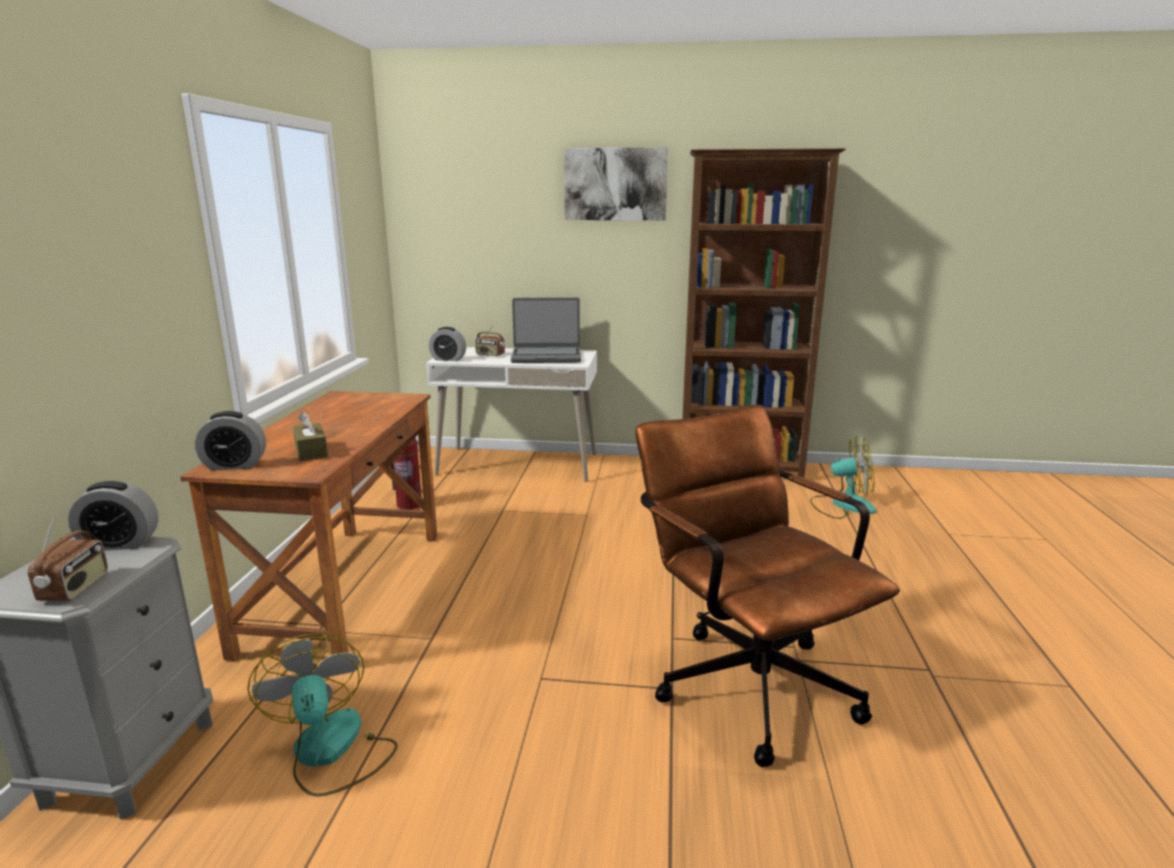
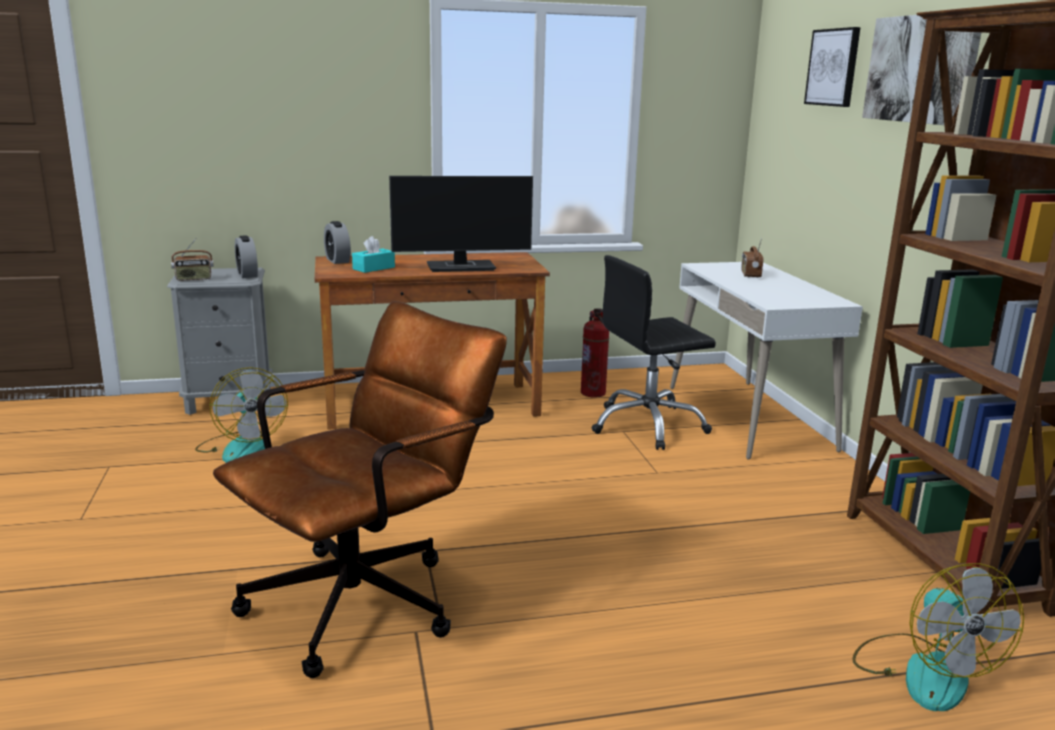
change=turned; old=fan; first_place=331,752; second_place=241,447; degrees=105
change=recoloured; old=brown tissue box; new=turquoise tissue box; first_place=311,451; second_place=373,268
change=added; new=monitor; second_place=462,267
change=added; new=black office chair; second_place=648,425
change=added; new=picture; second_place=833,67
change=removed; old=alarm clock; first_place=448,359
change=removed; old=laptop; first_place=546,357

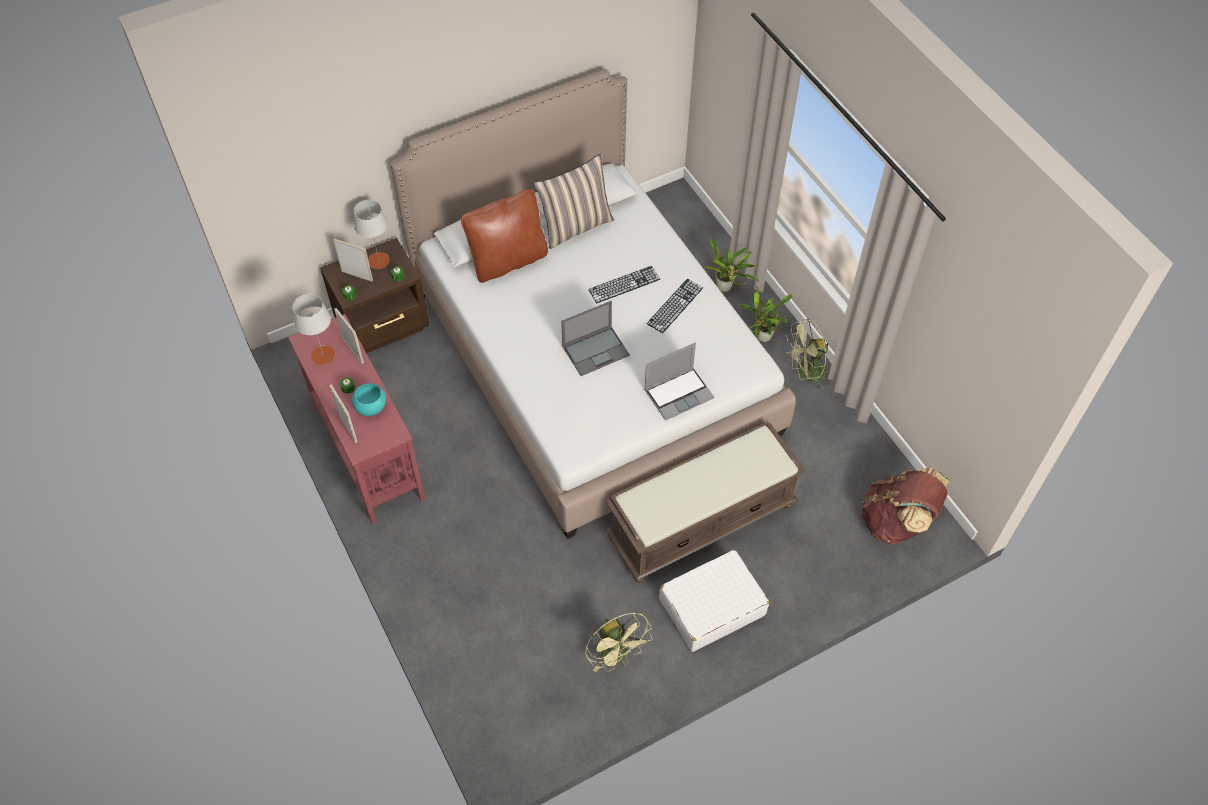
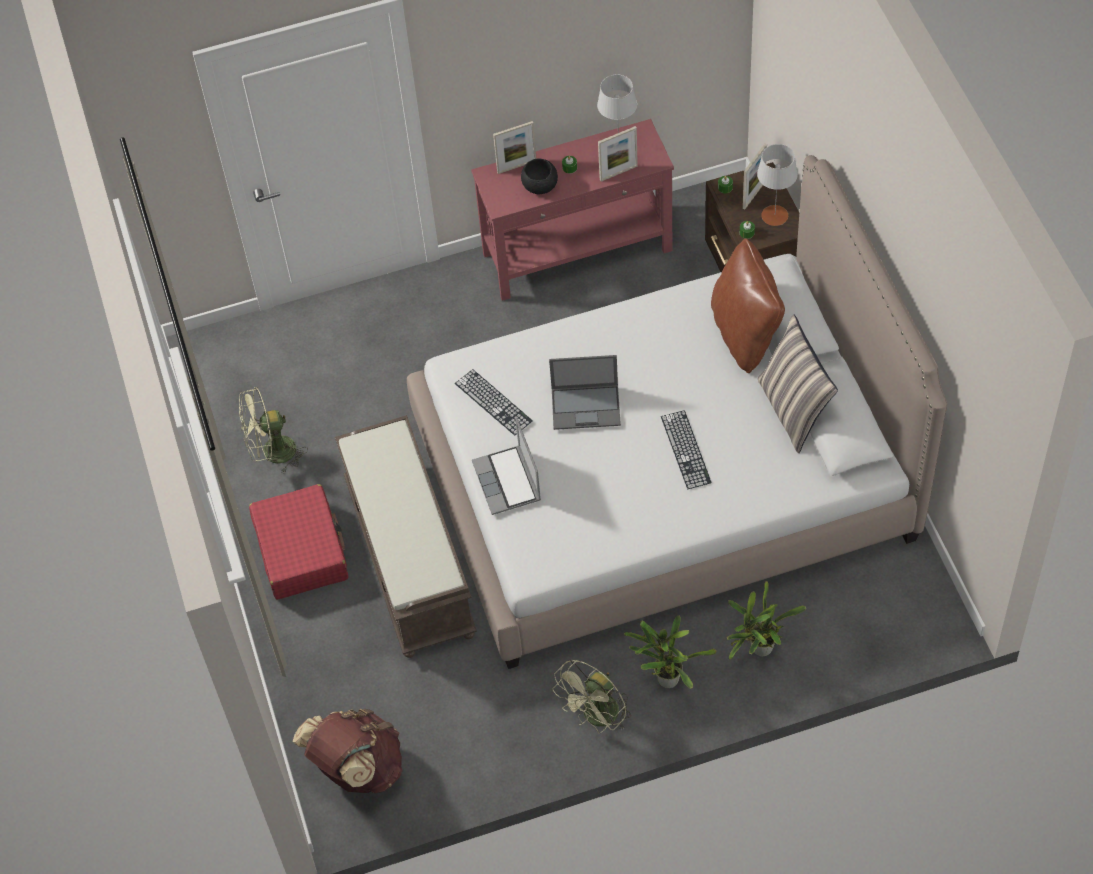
change=recoloured; old=white suitcase; new=red suitcase; first_place=711,607; second_place=301,550
change=moved; old=keyboard; first_place=675,305; second_place=493,402
change=recoloured; old=turquoise bowl; new=black bowl; first_place=371,407; second_place=539,186
change=turned; old=laptop; first_place=596,350; second_place=586,406; degrees=-75
change=turned; old=green fan; first_place=806,374; second_place=597,718; degrees=-135

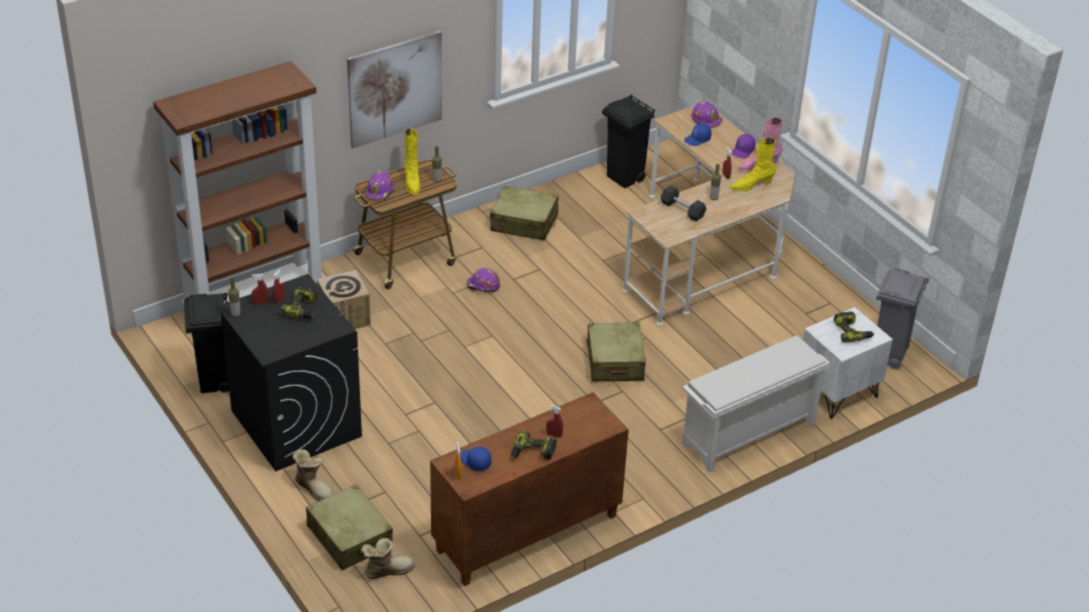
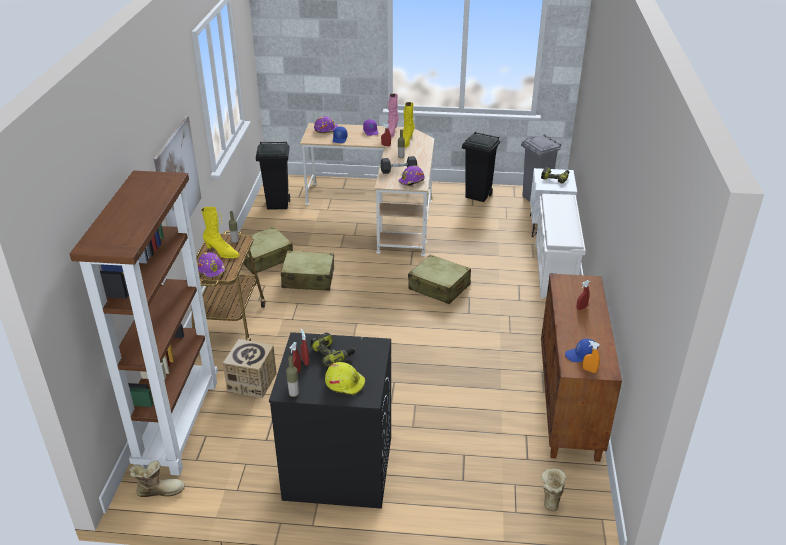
change=moved; old=boot; first_place=314,488; second_place=159,490
change=moved; old=beige suitcase; first_place=349,536; second_place=308,279
change=added; new=yellow hard hat; second_place=345,383
change=moved; old=purple hard hat; first_place=483,286; second_place=411,181
change=moved; old=black trash can; first_place=215,382; second_place=478,196
change=removed; old=power drill; first_place=532,452

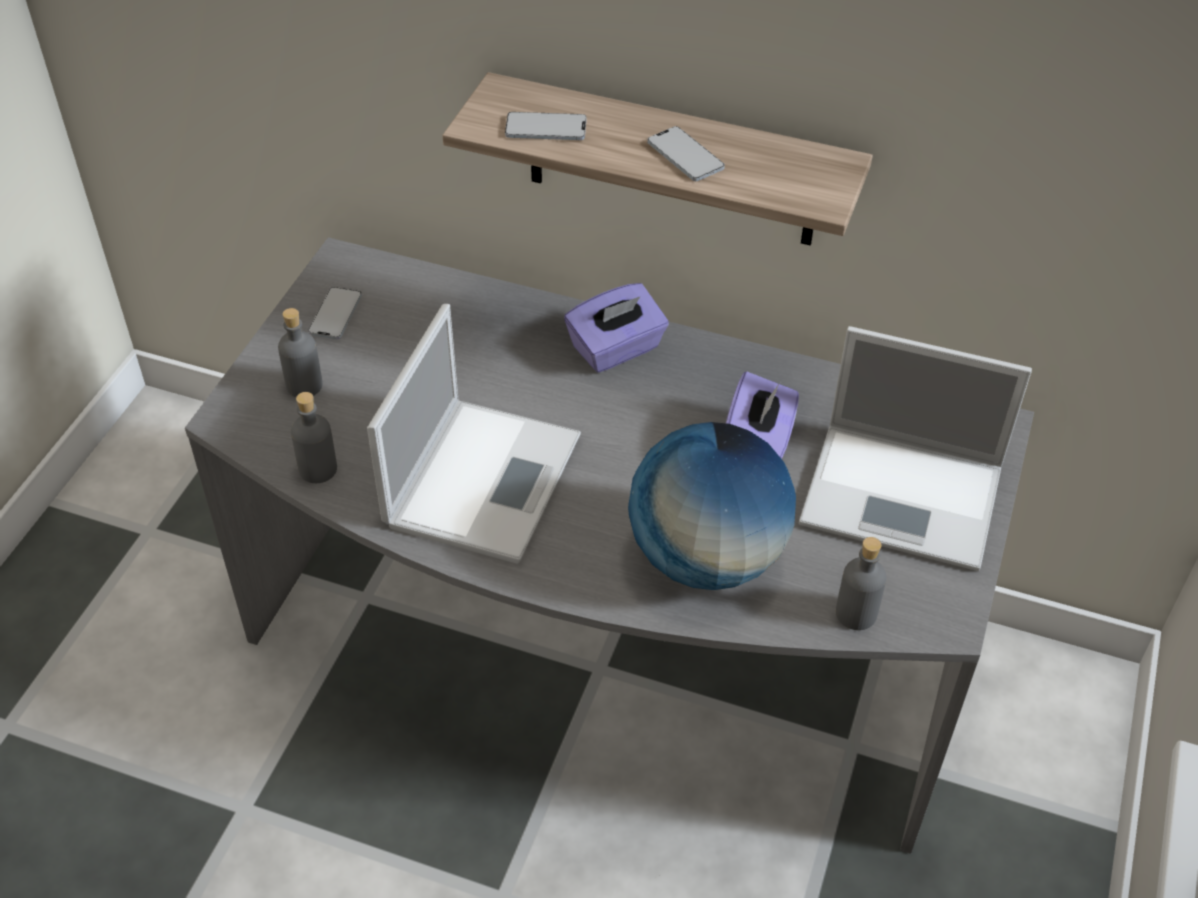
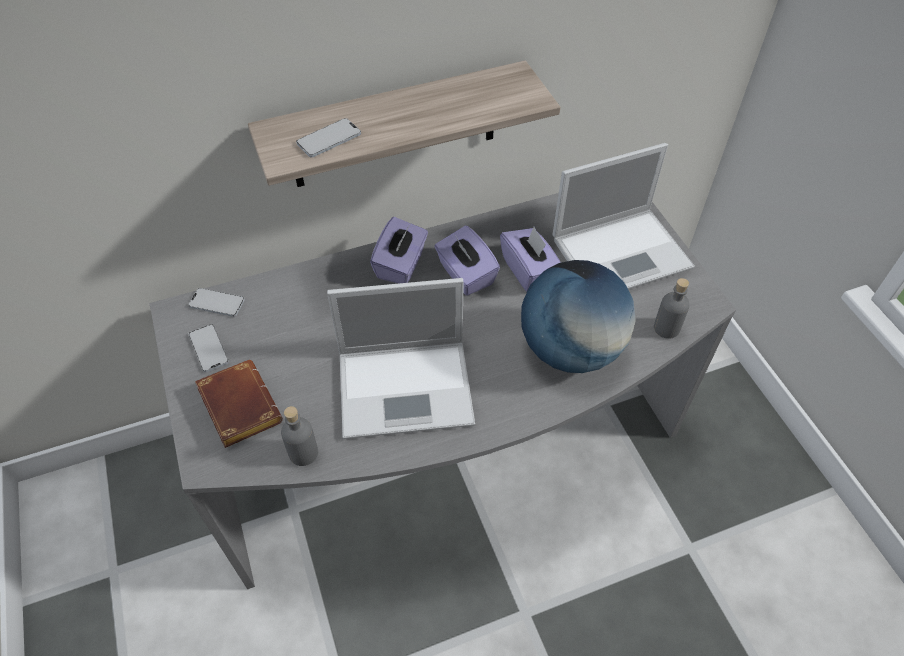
change=moved; old=phone; first_place=685,155; second_place=217,303
change=replaced; old=grey bottle; new=brown book; first_place=304,385; second_place=237,406
change=turned; old=laptop; first_place=484,477; second_place=408,387; degrees=105
change=added; new=purple tissue box; second_place=465,275

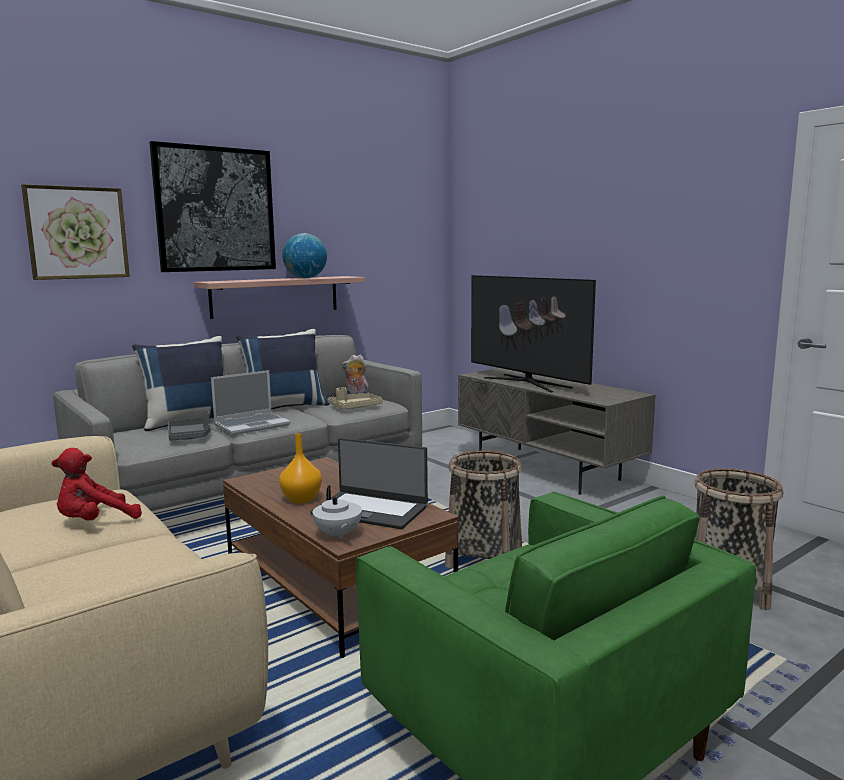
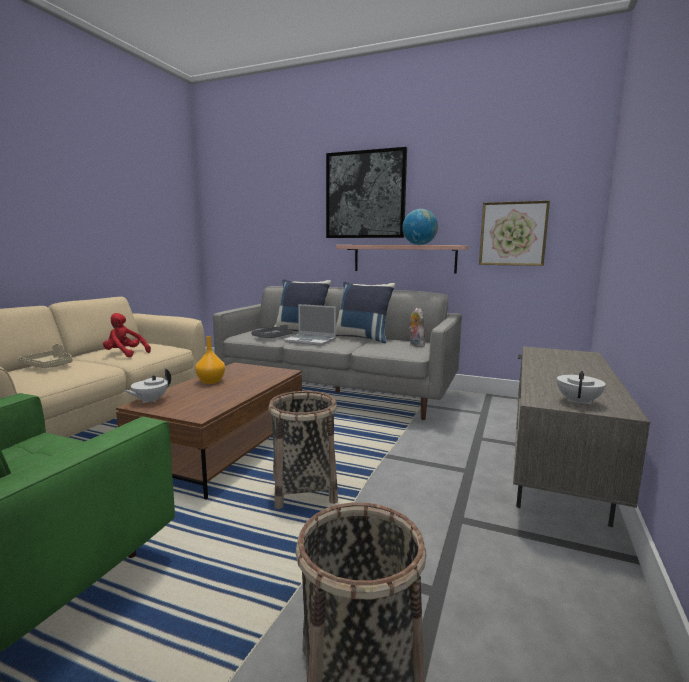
change=moved; old=beige tray; first_place=355,407; second_place=49,366
change=moved; old=picture; first_place=77,233; second_place=513,234
change=added; new=white teapot; second_place=578,402
change=removed; old=laptop; first_place=370,510
change=removed; old=television; first_place=526,382

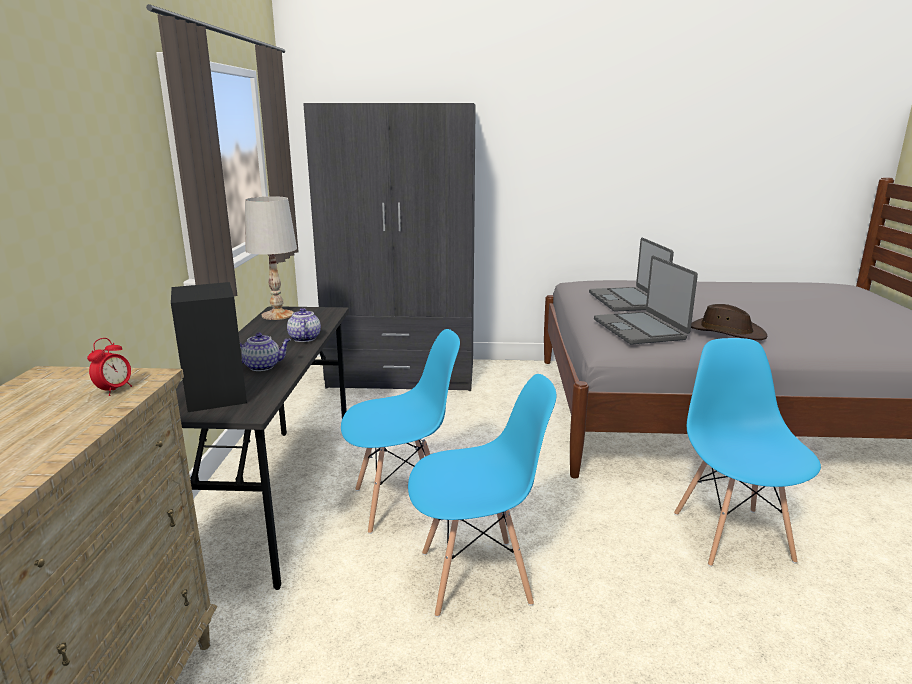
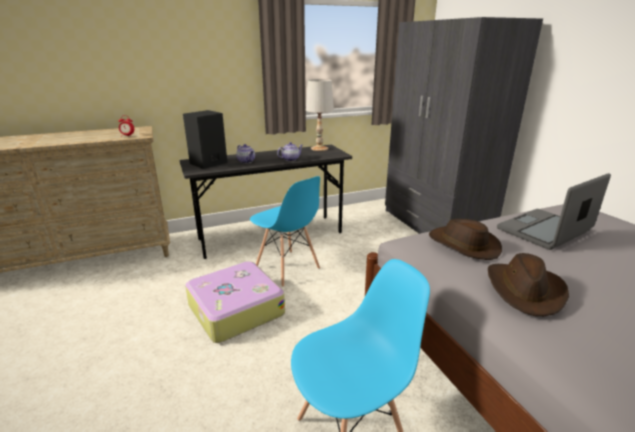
change=replaced; old=blue chair; new=suitcase; first_place=476,577; second_place=235,309
change=replaced; old=laptop; new=brown hat; first_place=640,329; second_place=463,245

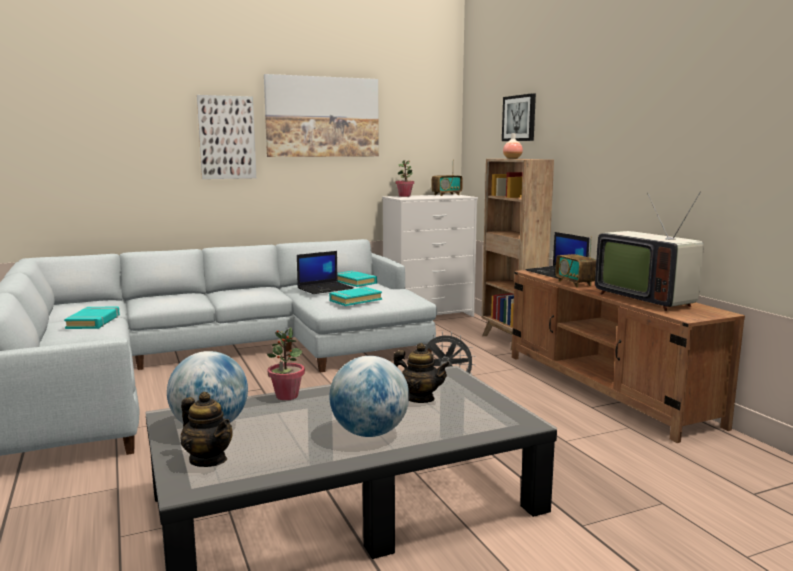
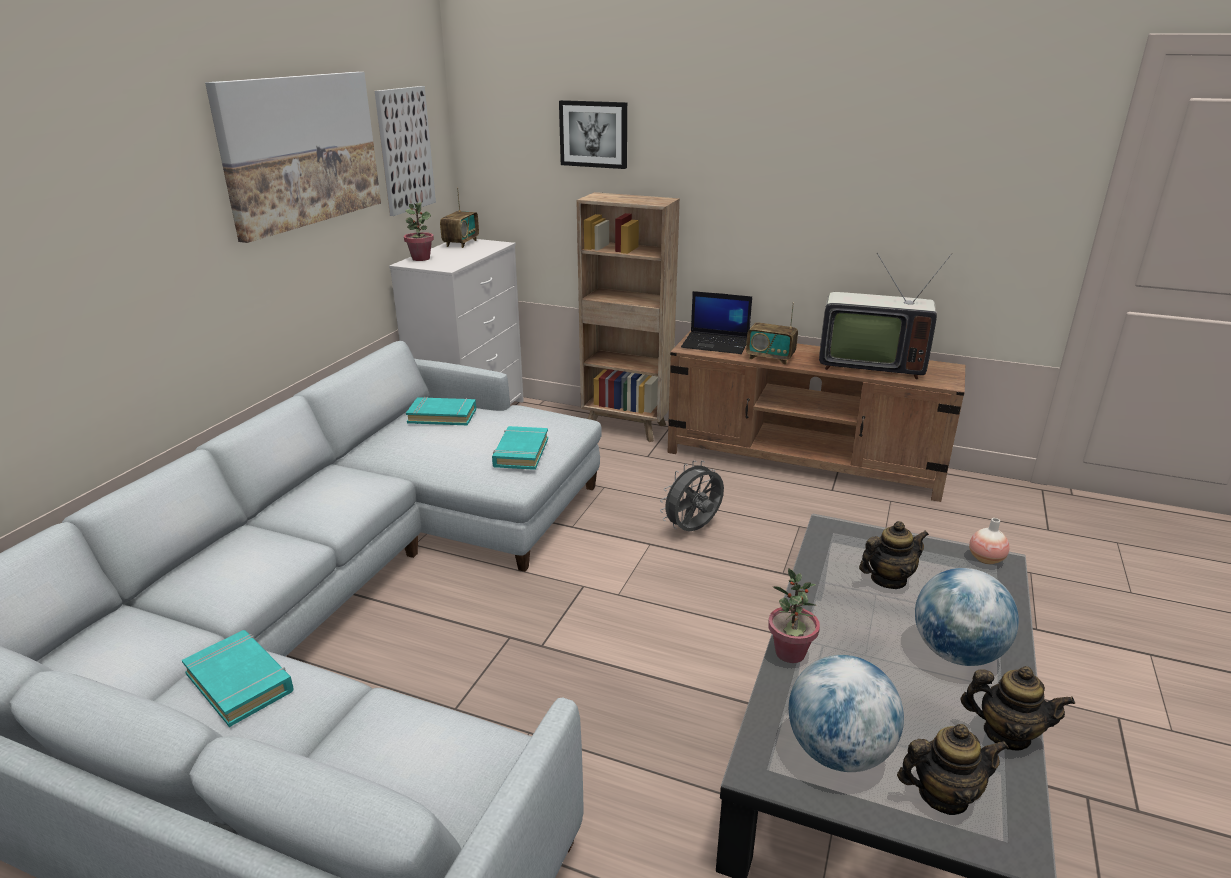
change=moved; old=picture; first_place=227,137; second_place=405,150
change=added; new=teapot; second_place=1006,734
change=moved; old=vase; first_place=512,158; second_place=985,559
change=removed; old=laptop; first_place=325,288

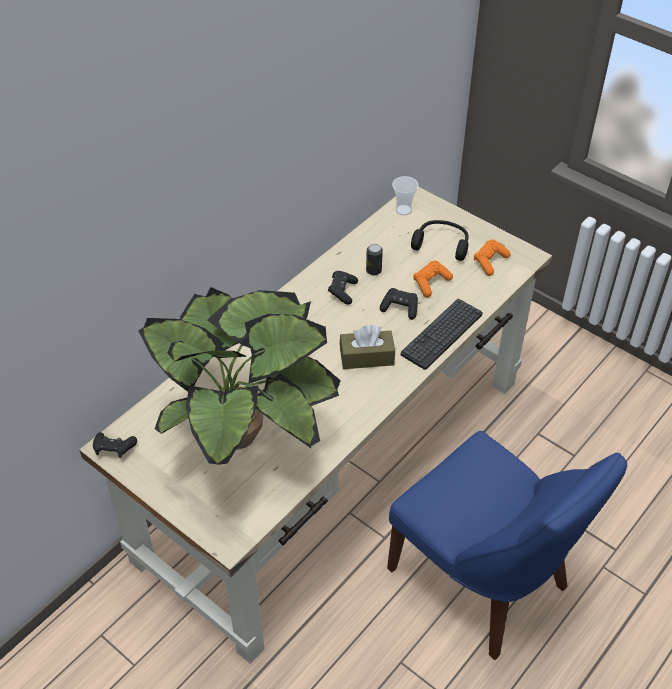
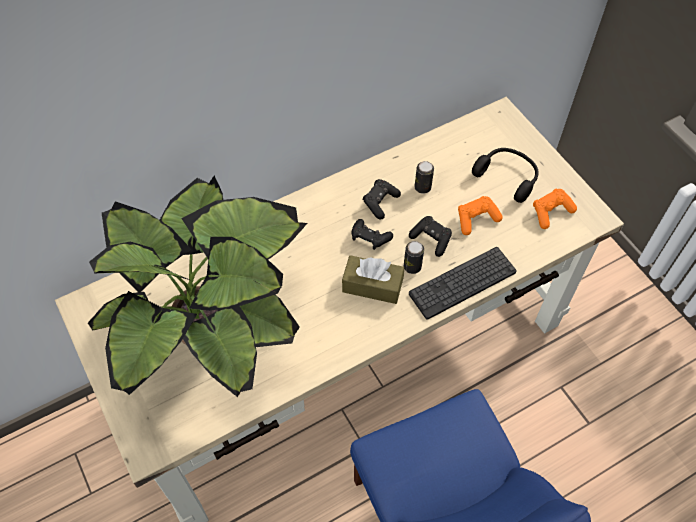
change=moved; old=black game controller; first_place=114,449; second_place=369,239
change=added; new=can; second_place=412,267
change=removed; old=cup; first_place=403,210

